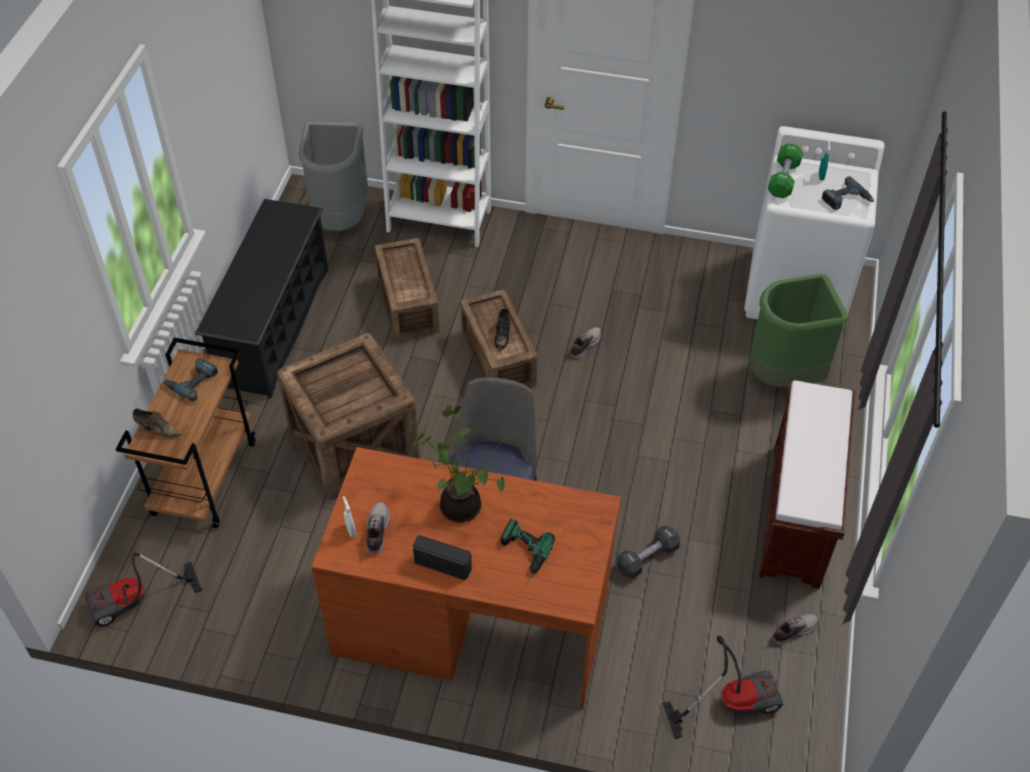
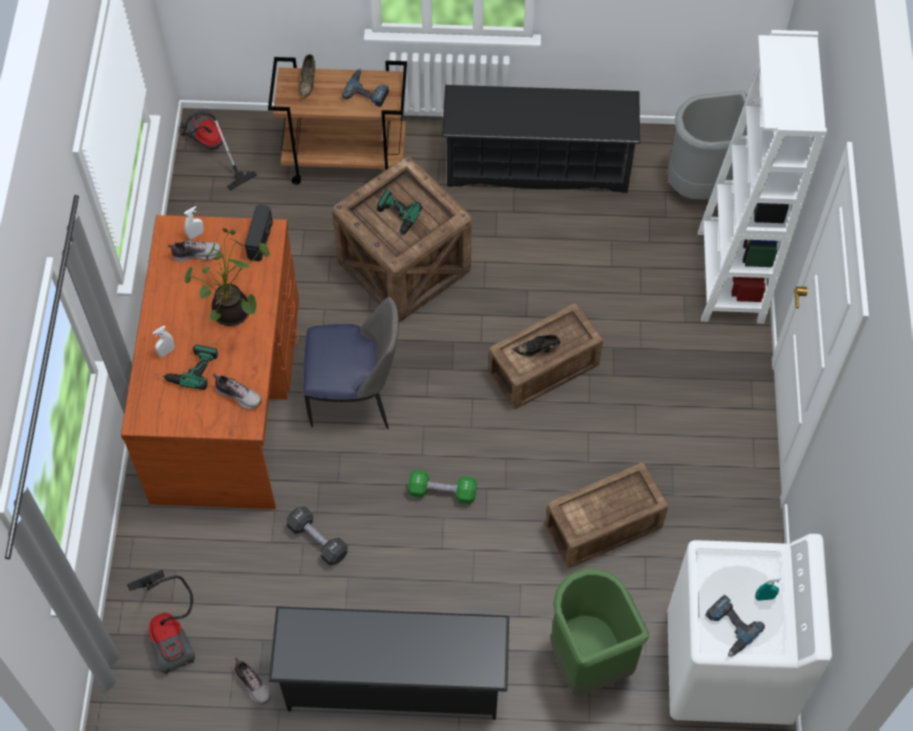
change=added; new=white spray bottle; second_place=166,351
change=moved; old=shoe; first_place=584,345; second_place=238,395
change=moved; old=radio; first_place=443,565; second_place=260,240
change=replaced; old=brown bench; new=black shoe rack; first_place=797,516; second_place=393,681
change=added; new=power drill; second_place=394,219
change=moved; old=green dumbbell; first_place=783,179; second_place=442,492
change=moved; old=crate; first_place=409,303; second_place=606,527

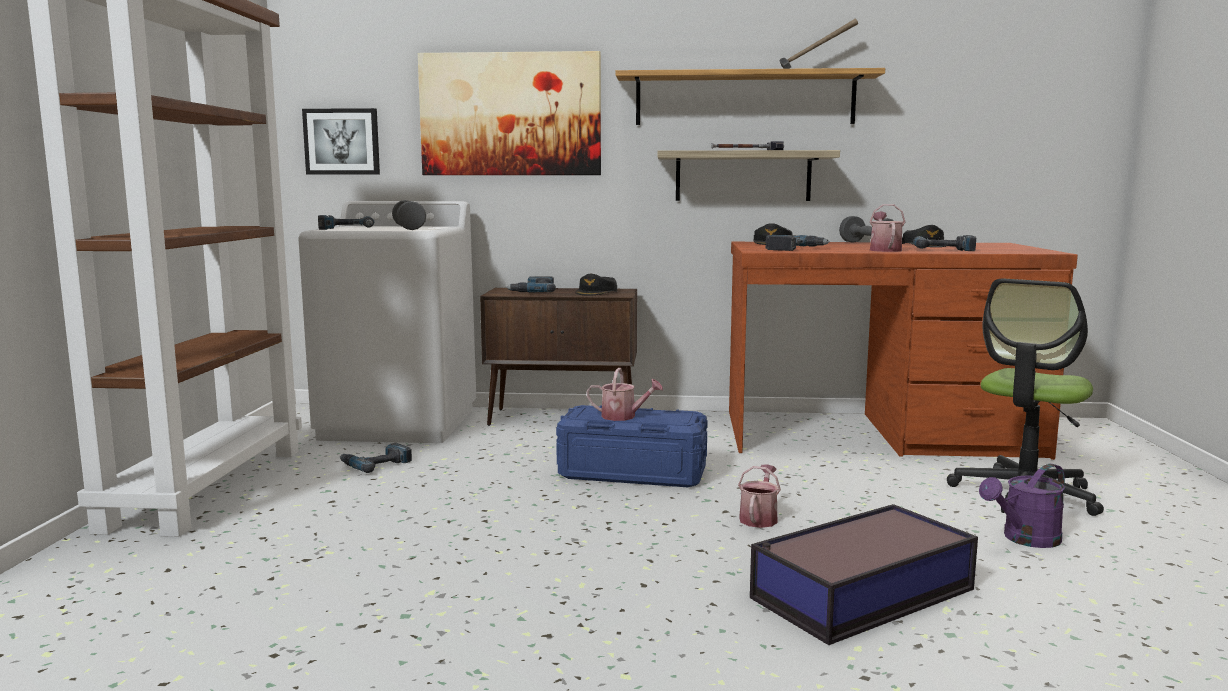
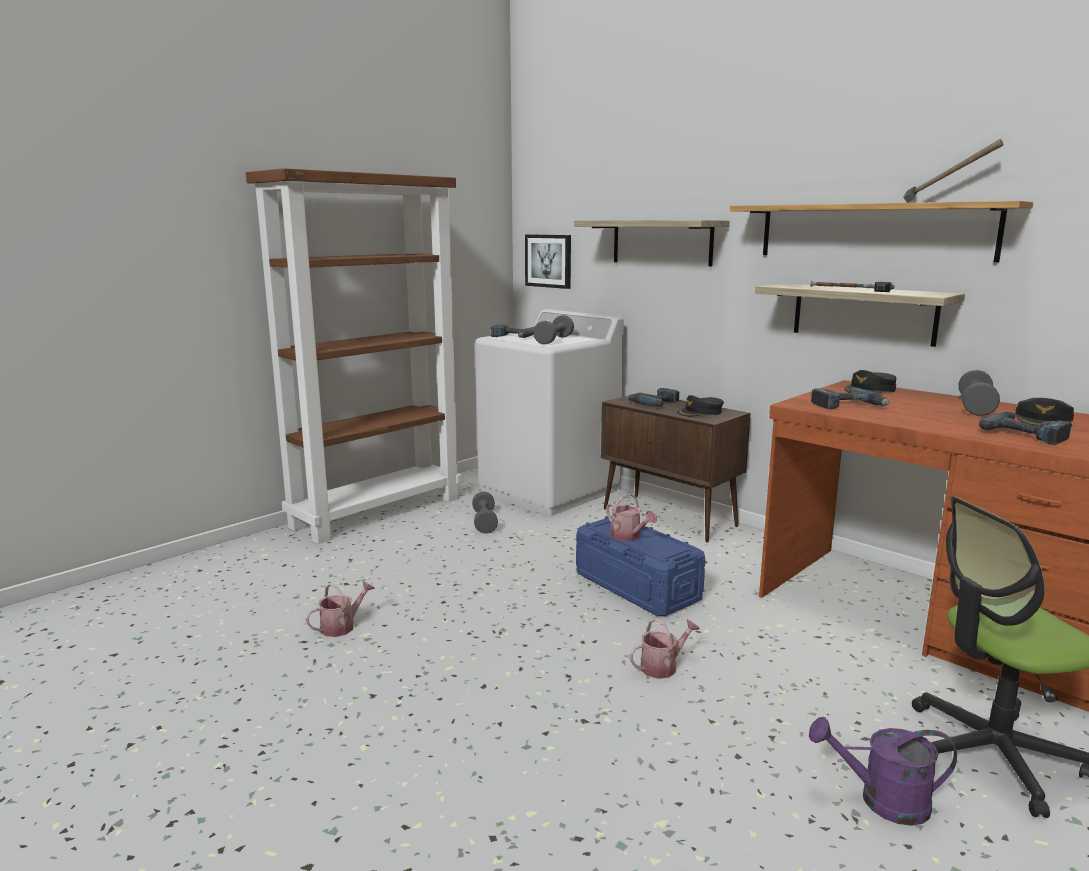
change=moved; old=watering can; first_place=884,250; second_place=342,626
change=replaced; old=power drill; new=grey dumbbell; first_place=376,464; second_place=484,522
change=replaced; old=picture; new=shelf; first_place=510,114; second_place=661,242
change=removed; old=storage box; first_place=859,594

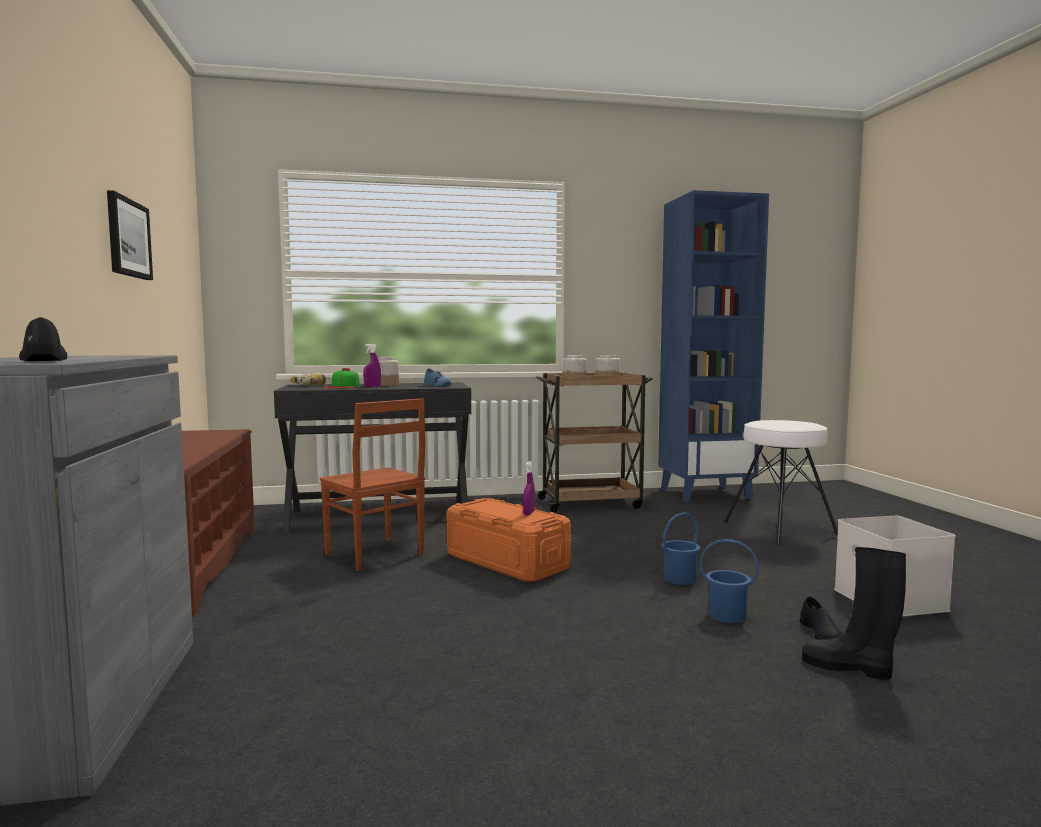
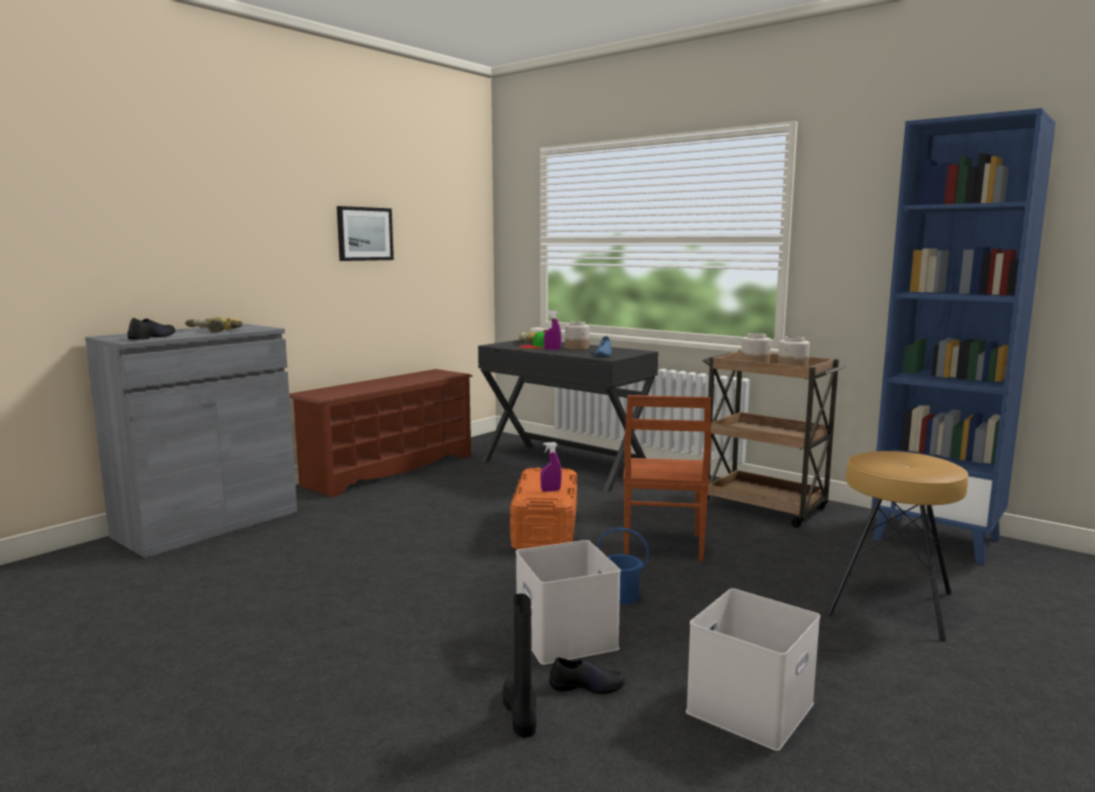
change=added; new=power drill; second_place=214,331
change=replaced; old=blue bucket; new=white storage box; first_place=727,615; second_place=563,636
change=turned; old=black shoe; first_place=821,633; second_place=587,686; degrees=-135
change=moved; old=brown chair; first_place=374,555; second_place=661,546
change=recoloured; old=white stool; new=brown stool; first_place=780,528; second_place=892,603

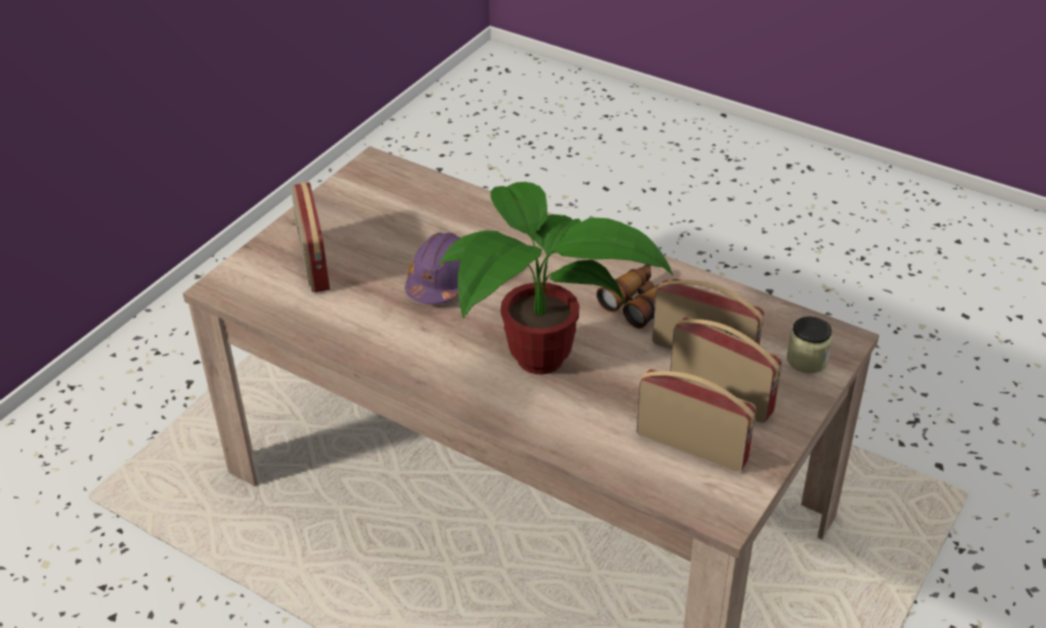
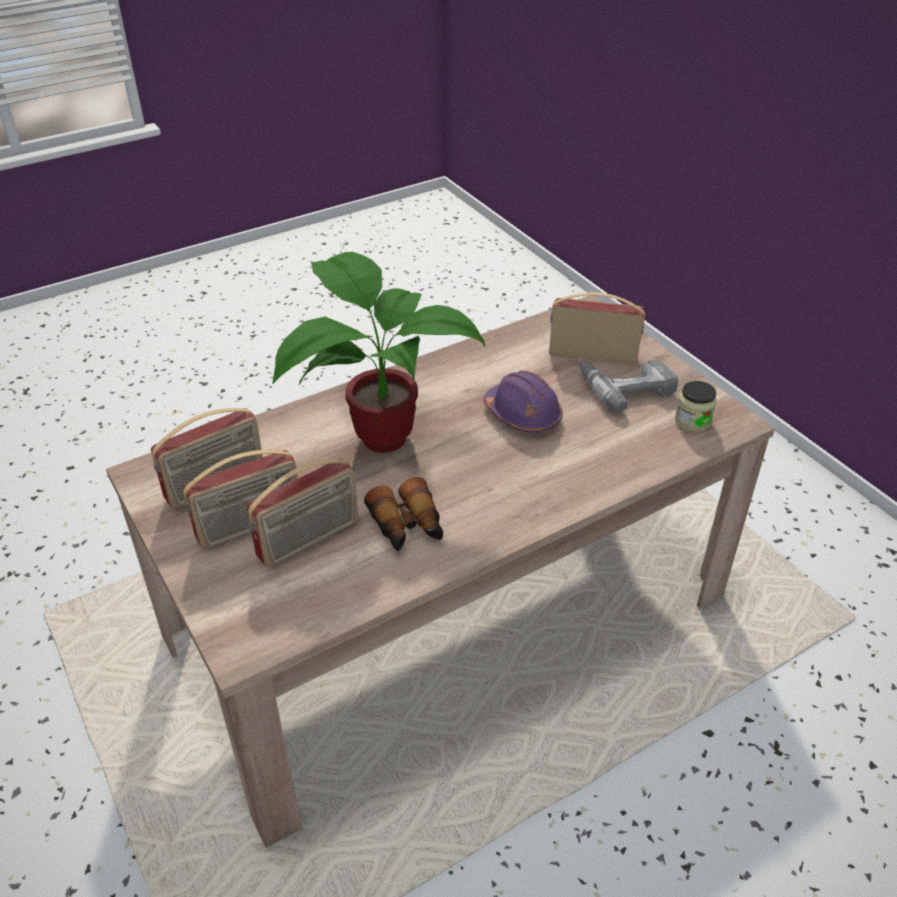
change=added; new=power drill; second_place=625,385
change=moved; old=jar; first_place=807,360; second_place=692,421

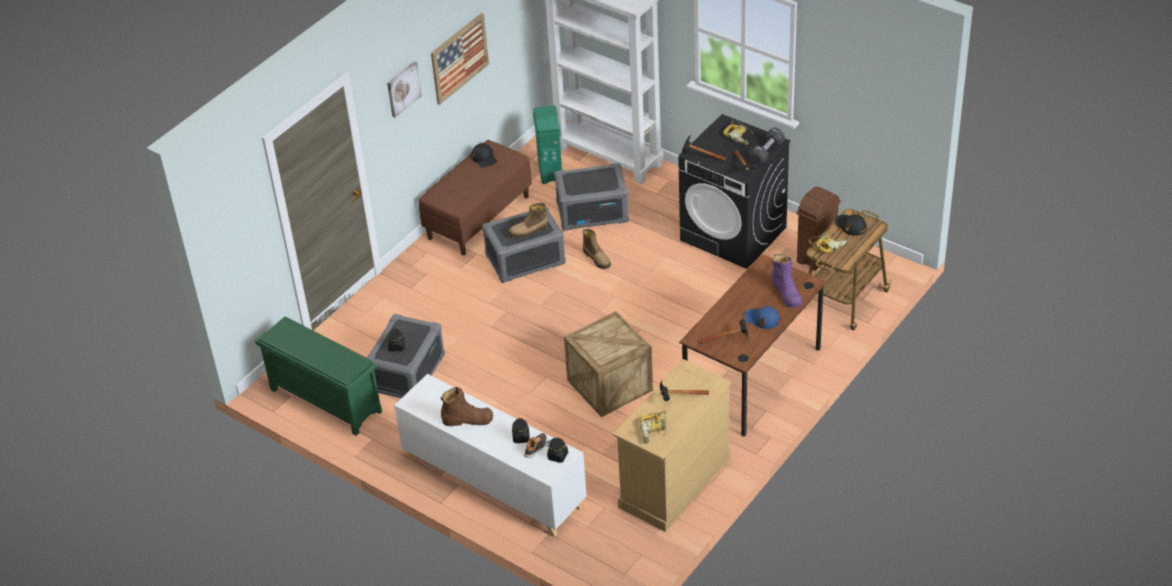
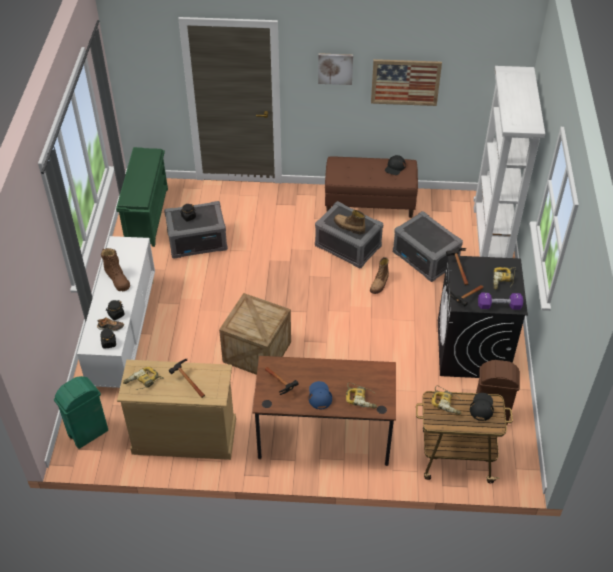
change=moved; old=green trash can; first_place=550,172; second_place=89,433
change=replaced; old=purple boot; new=power drill; first_place=786,293; second_place=361,398
change=recoloured; old=black dumbbell; new=purple dumbbell; first_place=767,152; second_place=499,306

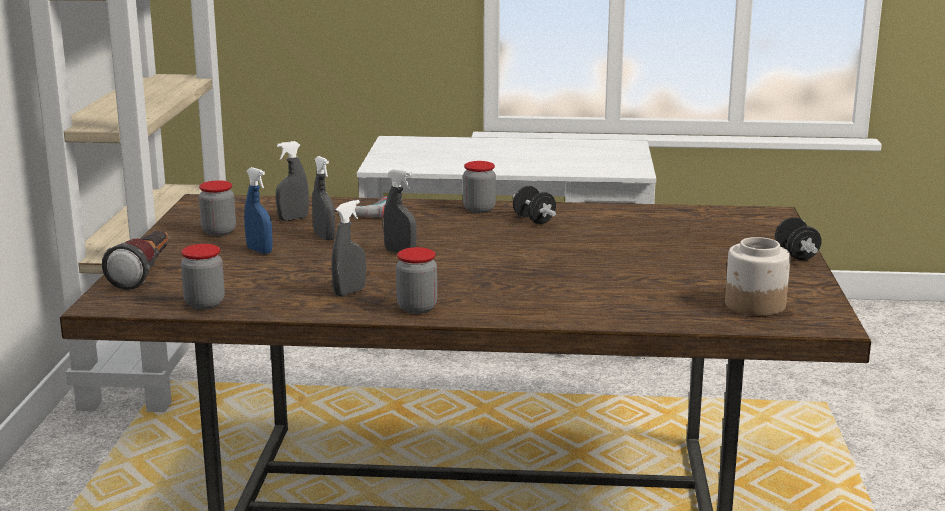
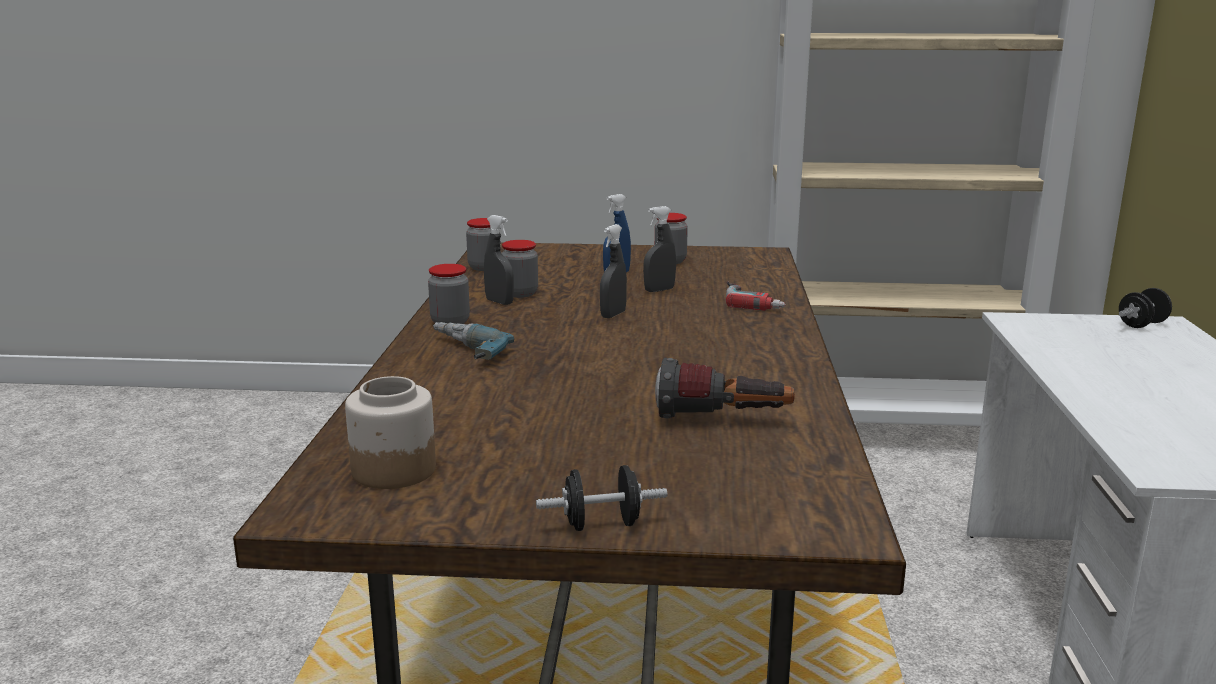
change=added; new=power drill; second_place=461,352
change=moved; old=jar; first_place=479,209; second_place=520,293
change=moved; old=flashlight; first_place=145,274; second_place=722,420
change=moved; old=black dumbbell; first_place=534,220; second_place=1142,325
change=removed; old=grey spray bottle; first_place=293,218

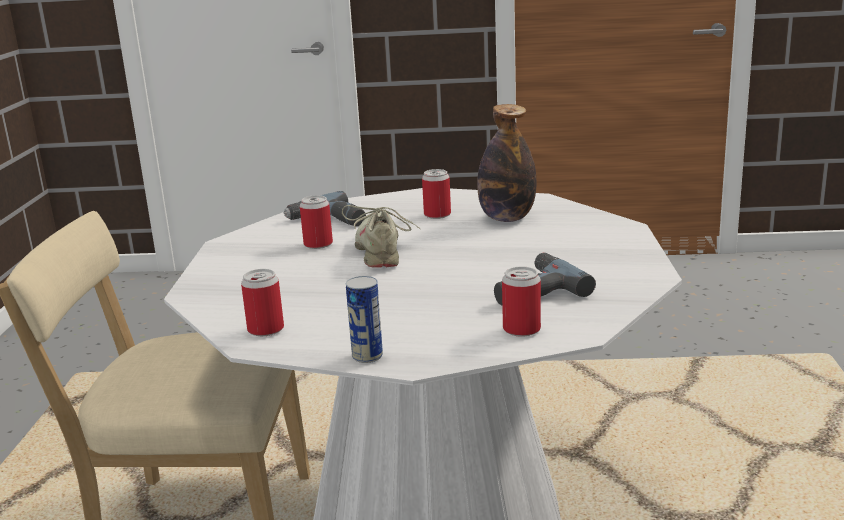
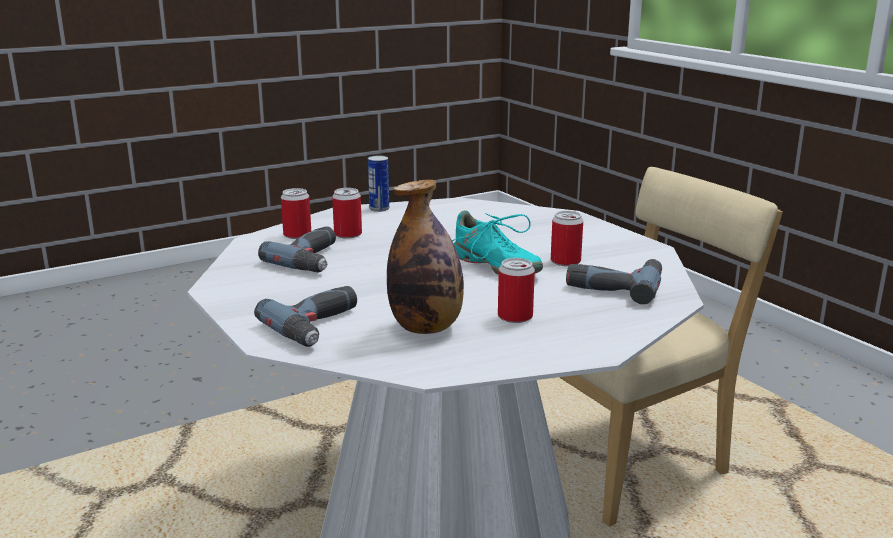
change=added; new=power drill; second_place=320,326
change=moved; old=can; first_place=265,329; second_place=348,234
change=recoloured; old=beige shoe; new=turquoise shoe; first_place=381,251; second_place=494,266

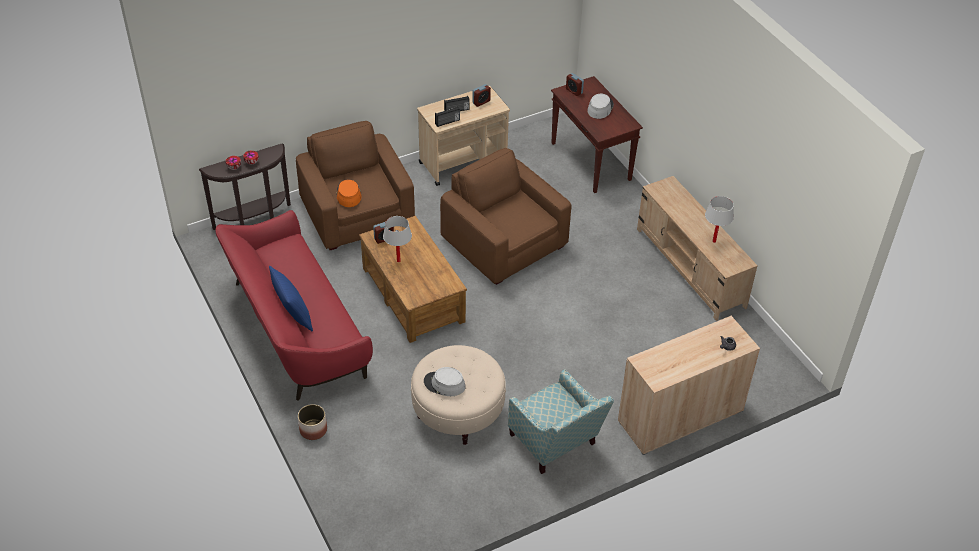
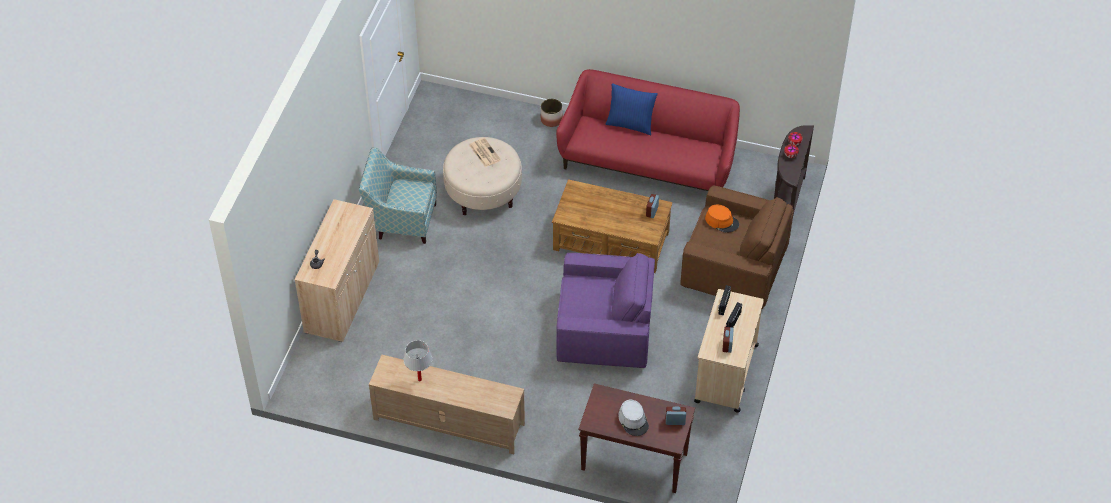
change=replaced; old=grey hat; new=newspaper; first_place=444,384; second_place=484,152
change=recoloured; old=brown armchair; new=purple armchair; first_place=504,242; second_place=604,329
change=removed; old=white table lamp; first_place=398,261

